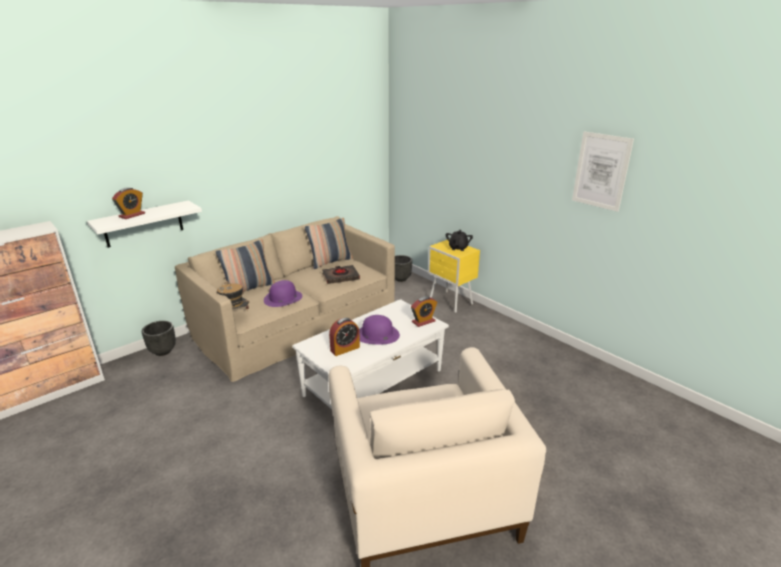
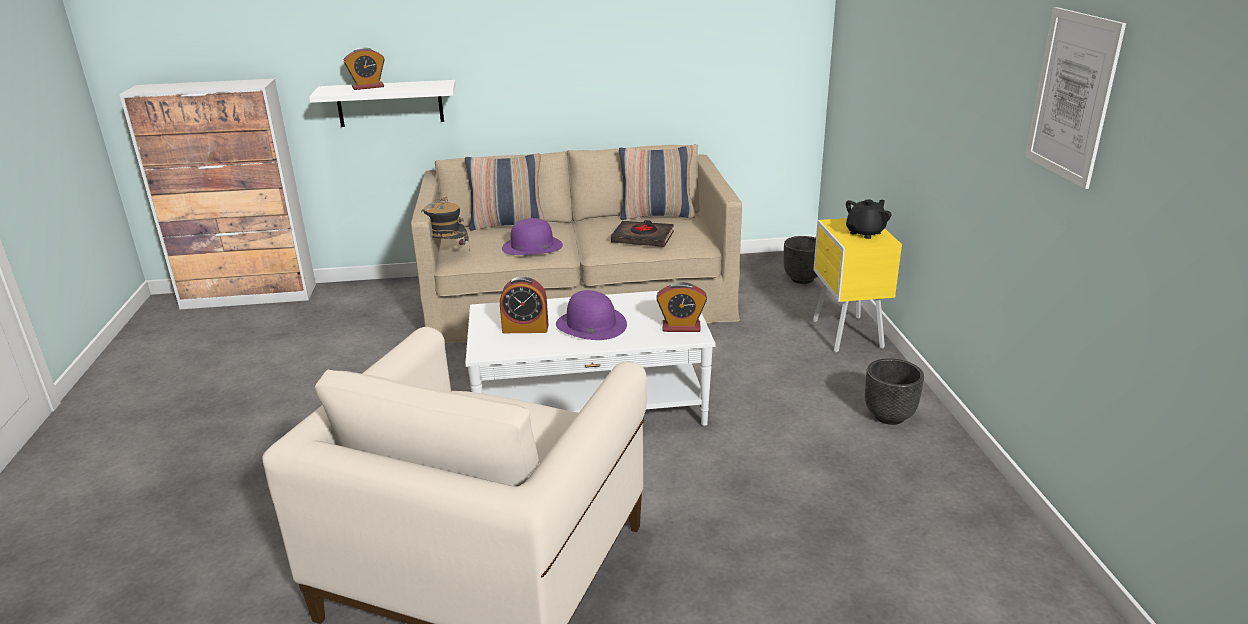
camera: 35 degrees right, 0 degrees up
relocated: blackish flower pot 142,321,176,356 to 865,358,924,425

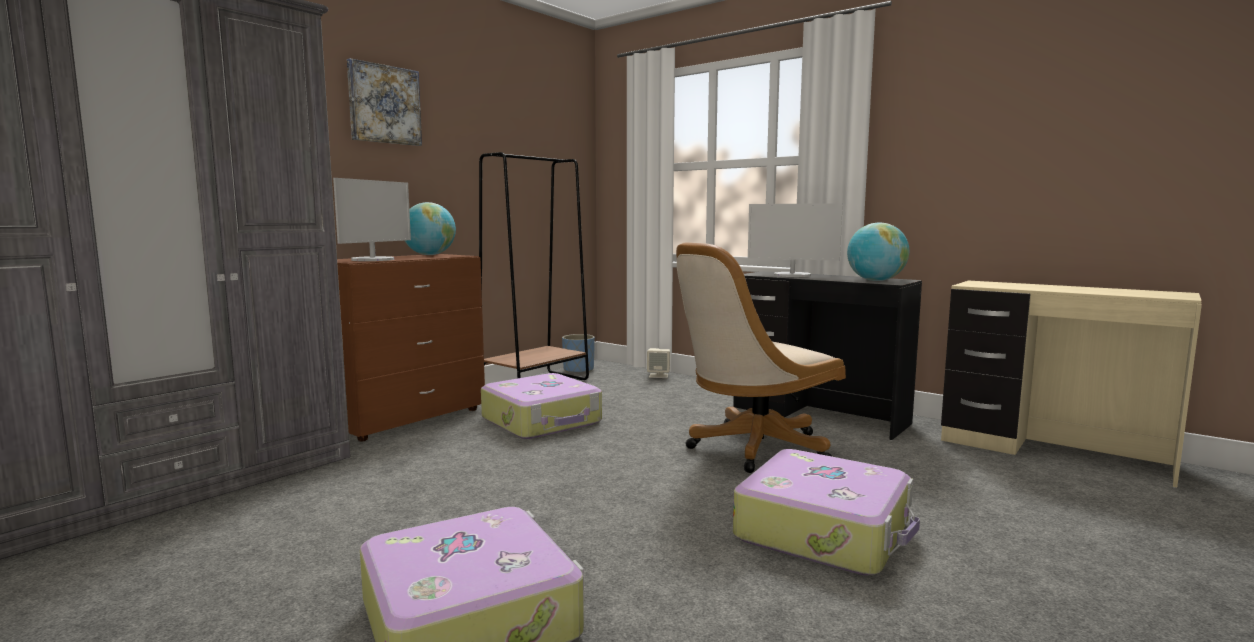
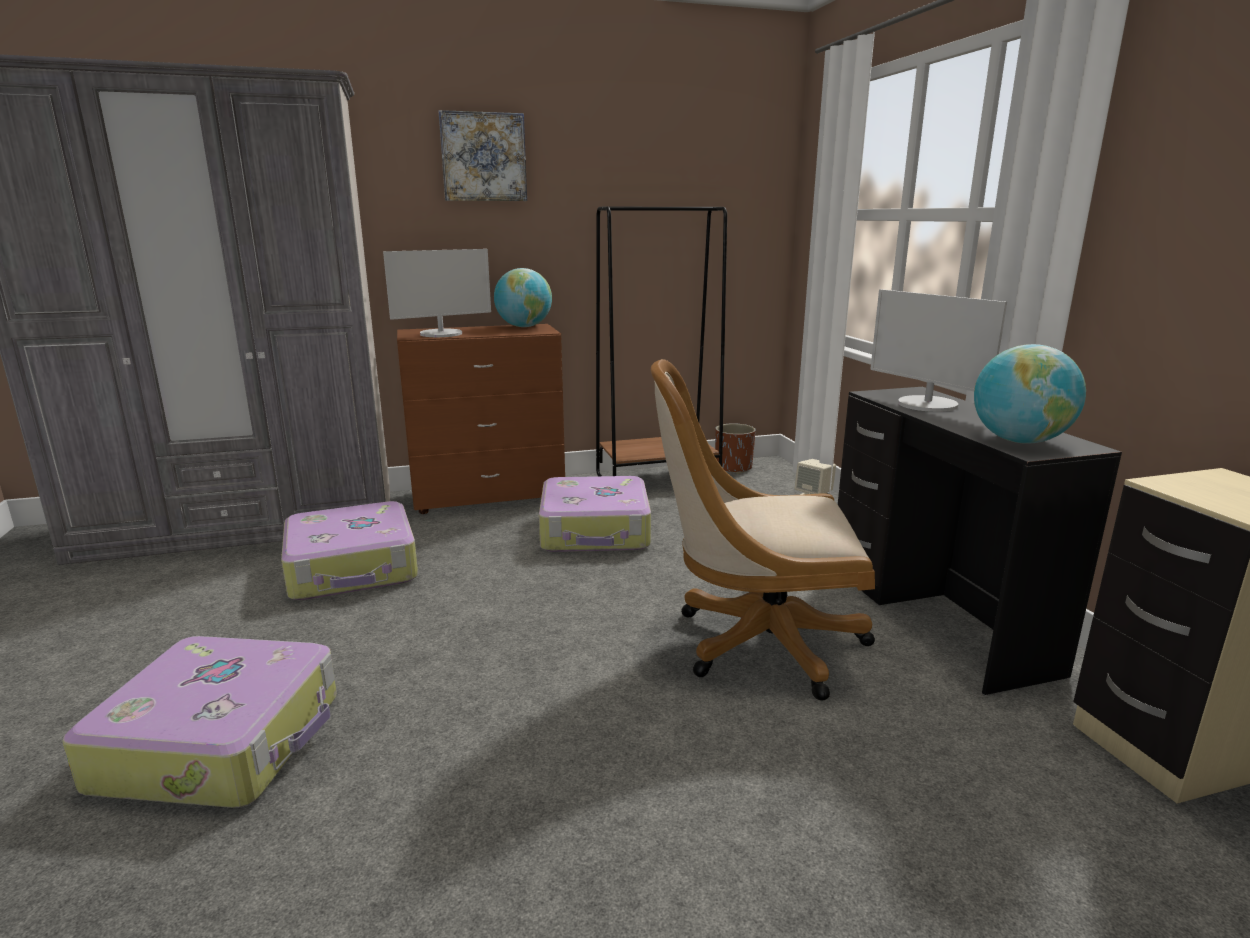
camera: 35 degrees right, 10 degrees up
relocated: piece of luggage 733,449,920,575 to 281,501,418,600
colour: blue flower pot 562,334,595,373 to brownish flower pot 715,423,756,474

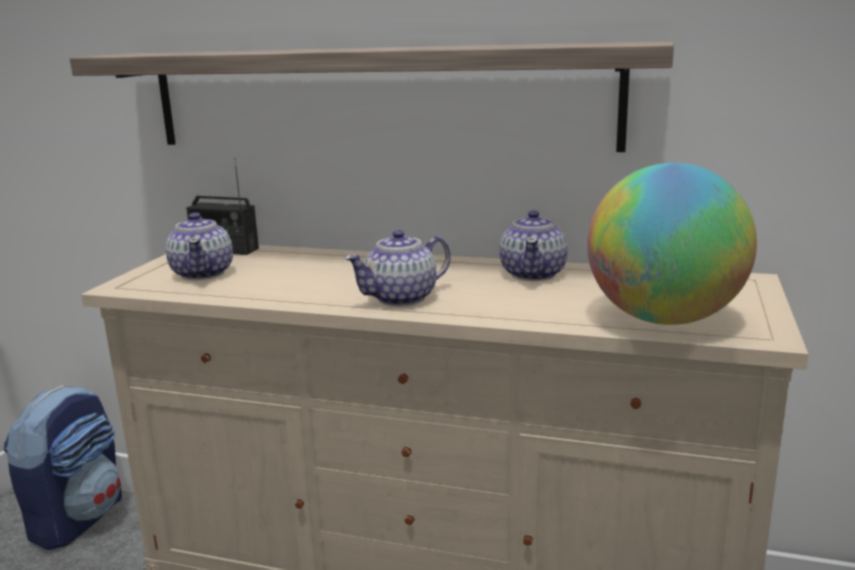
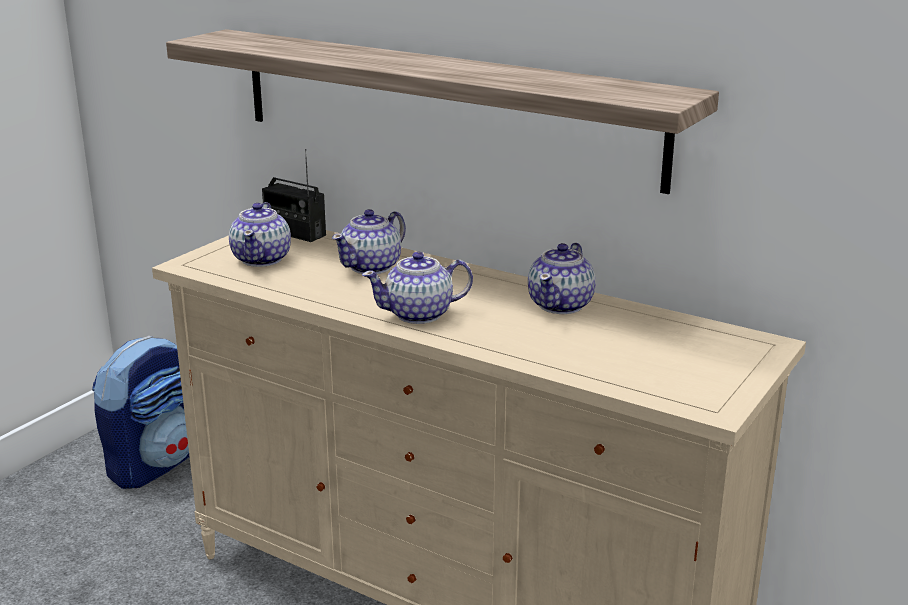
camera: 15 degrees right, 5 degrees up
missing: world globe 587,163,757,325
appeared: teapot 332,209,406,274

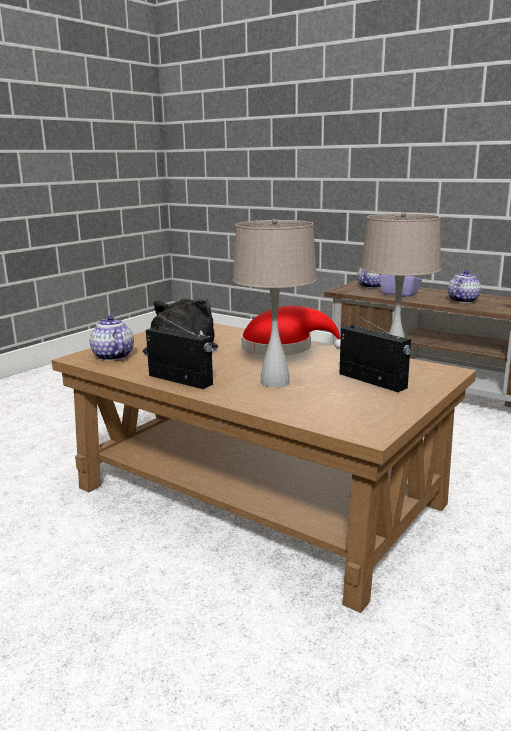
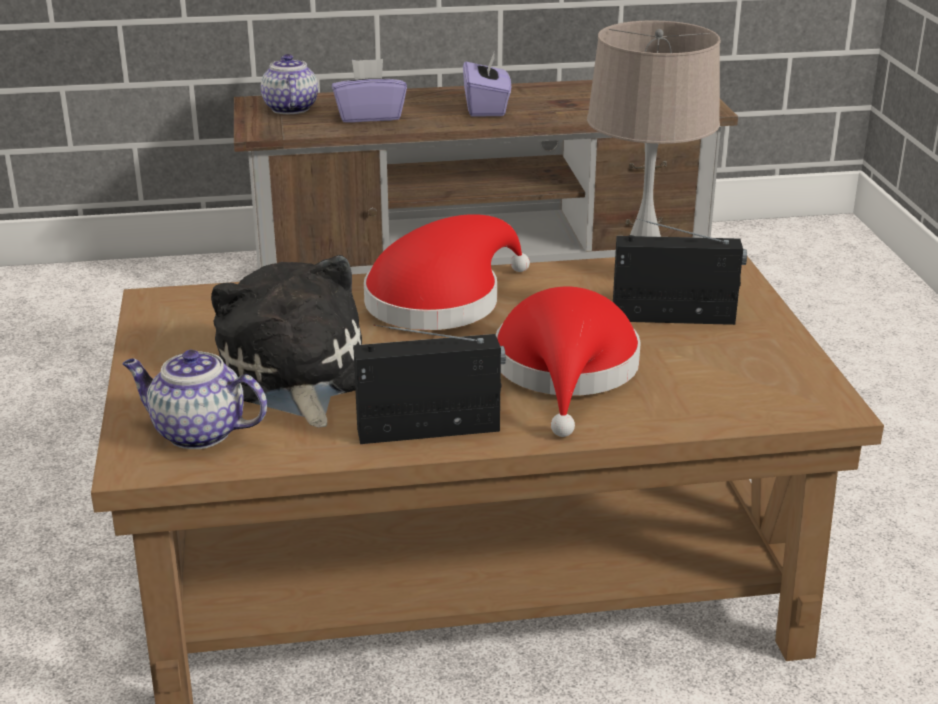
camera: 45 degrees left, 10 degrees up
exchanged: sand-coloured tabletop lamp 233,219,317,387 to red-coloured hat 496,286,641,437; teapot 448,270,481,303 to purple tissue box 463,53,511,117

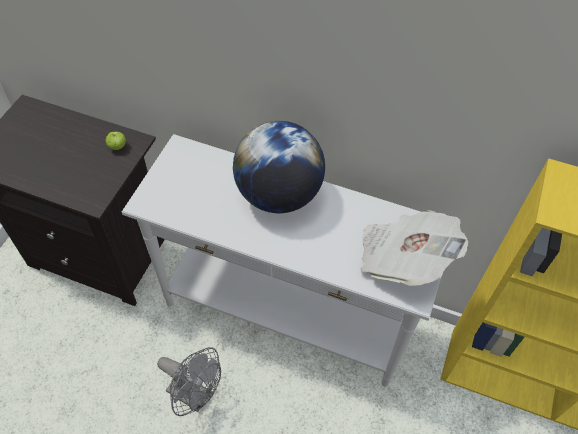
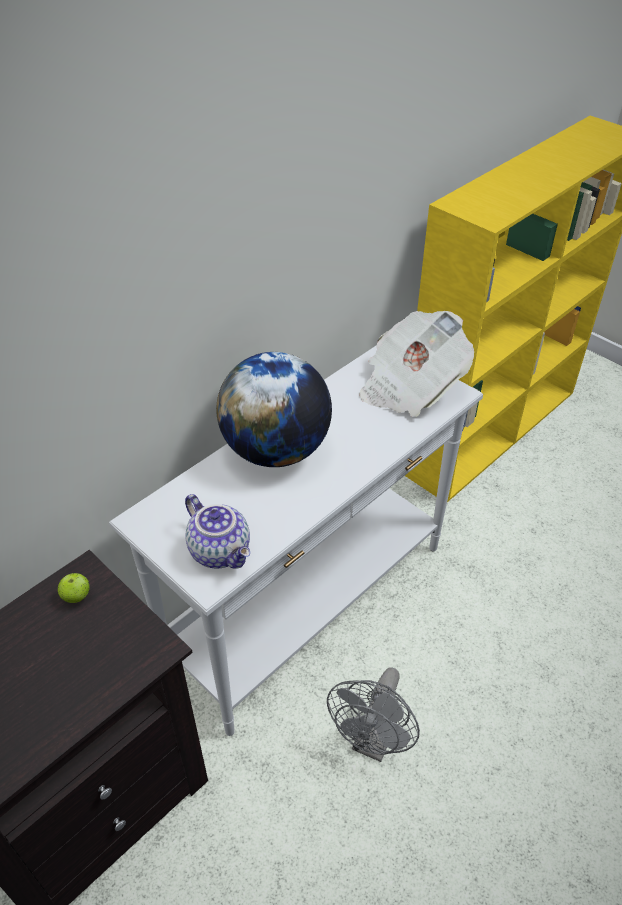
camera: 65 degrees left, 10 degrees down
appeared: teapot 185,494,250,568
spun: grey fan 157,347,221,416 = 327,667,420,762 150 degrees clockwise

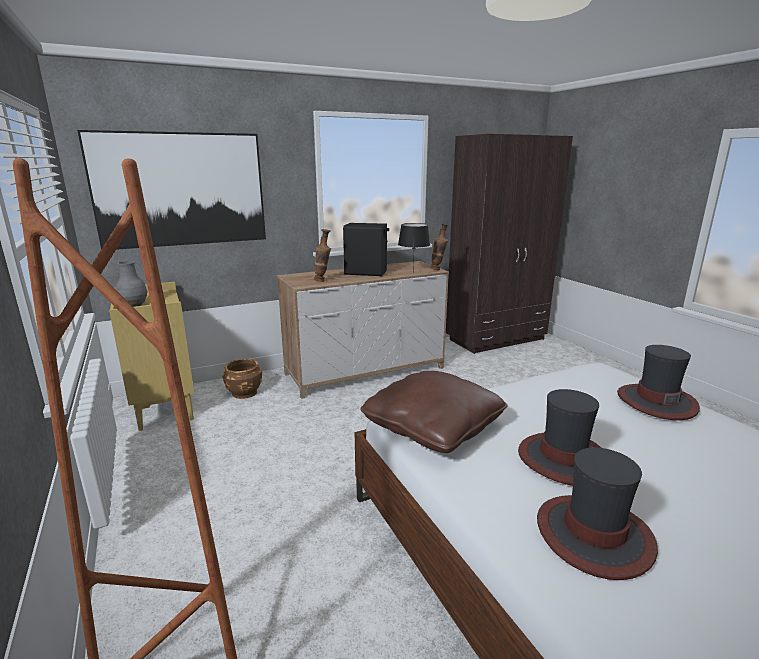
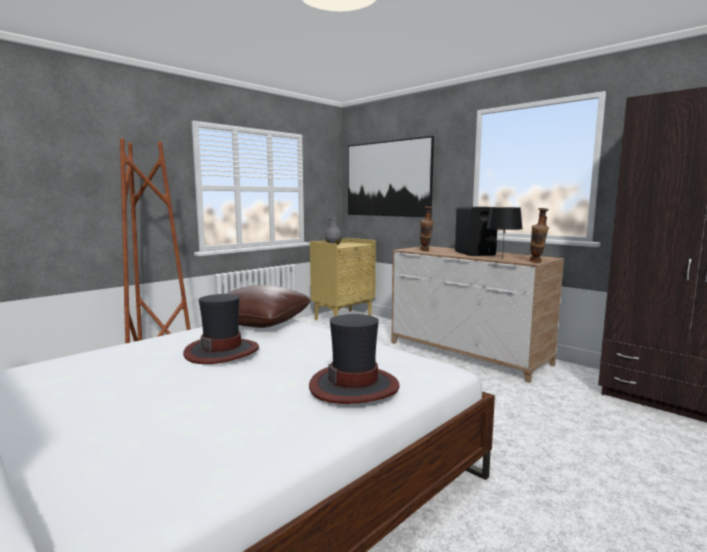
camera: 70 degrees right, 10 degrees down
missing: brownish flower pot 223,359,262,399; hat 537,447,658,580

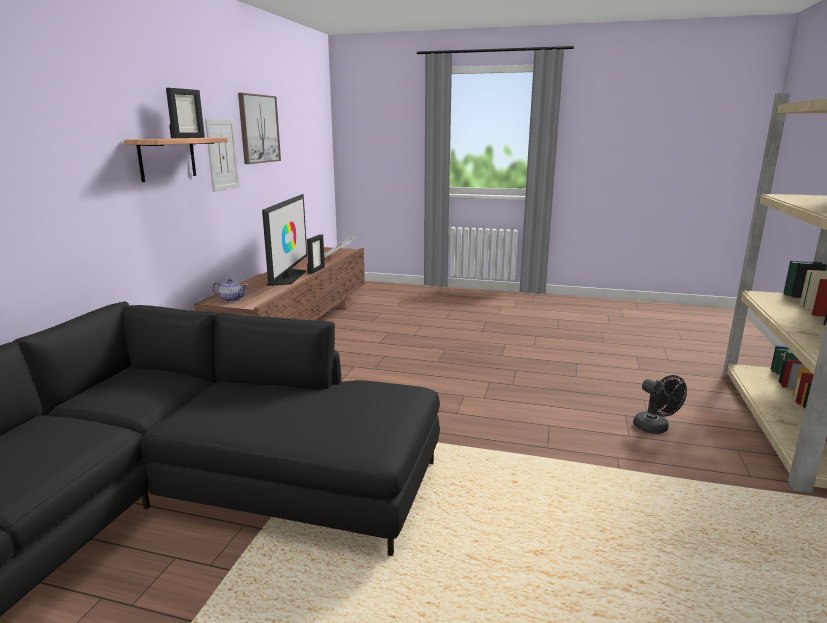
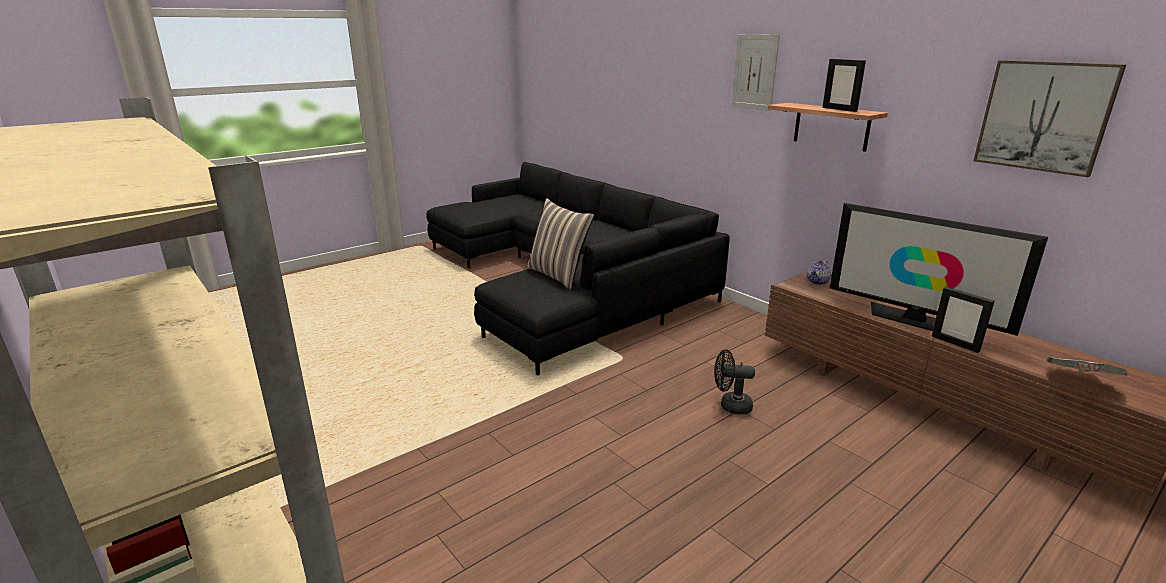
camera: 125 degrees right, 5 degrees up
appeared: pillow 527,198,594,290
relocated: wall art 205,119,240,192 to 731,34,780,111; blackish fan 633,375,687,434 to 714,349,755,415

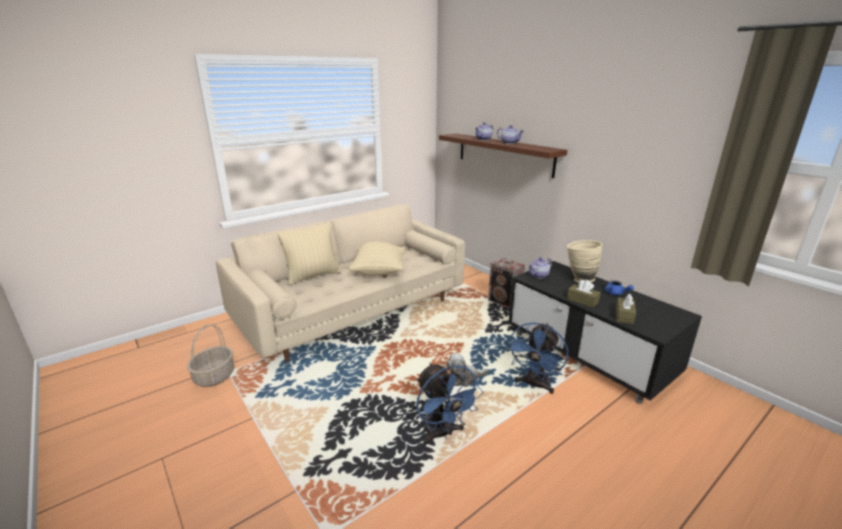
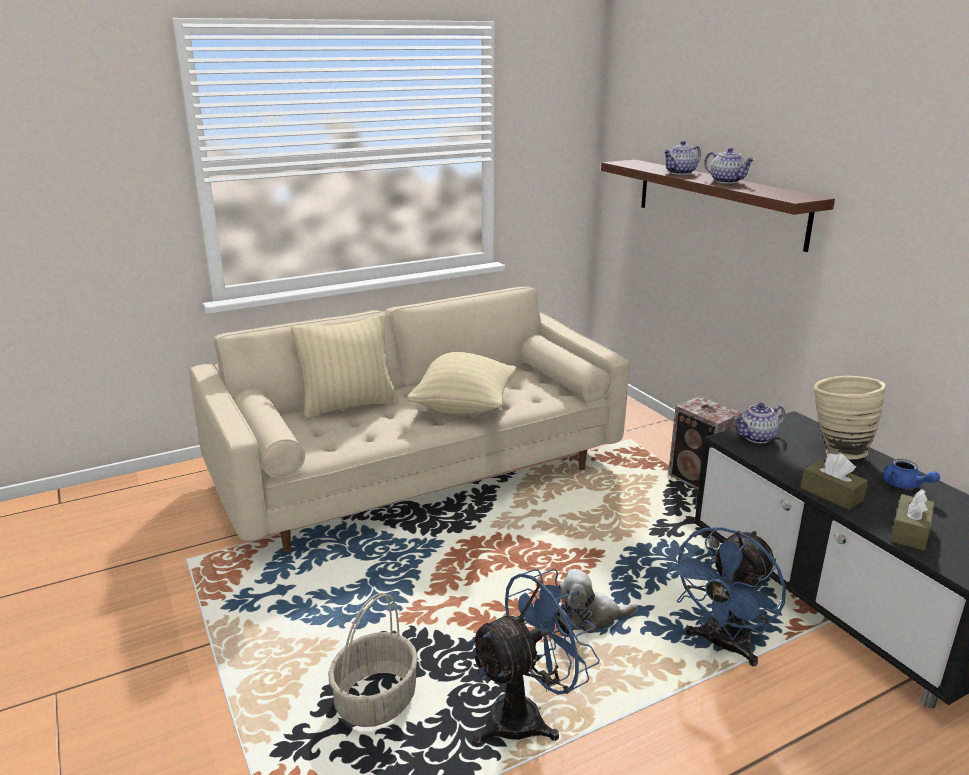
camera: 10 degrees right, 0 degrees up
relocated: household basket 187,325,234,387 to 328,593,418,727
spun: blue fan 416,363,483,445 = 469,569,600,743 105 degrees counterclockwise

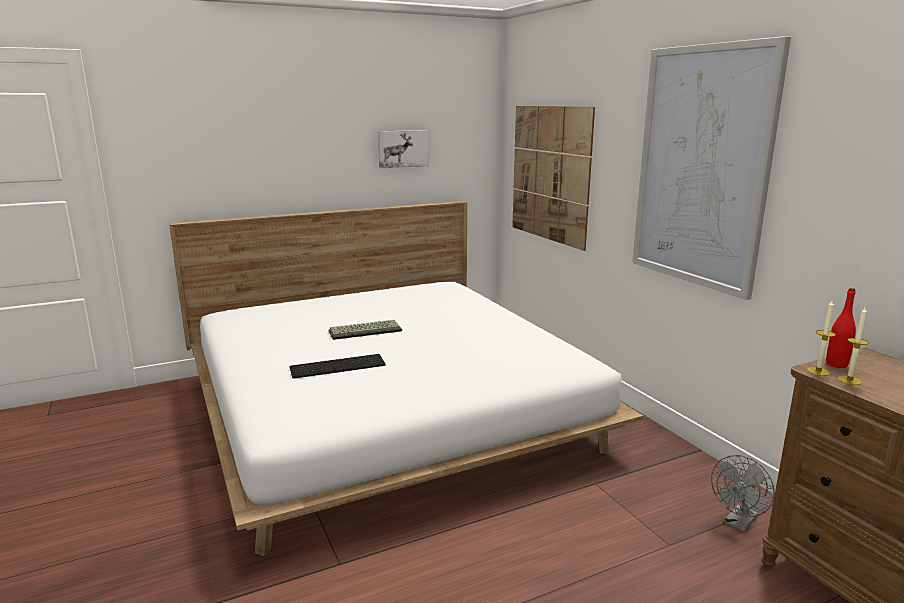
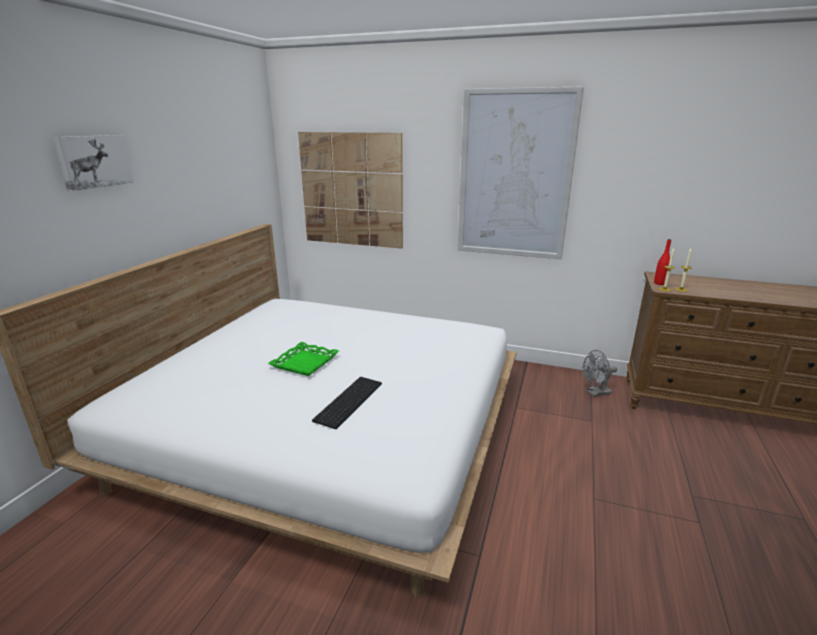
camera: 45 degrees left, 5 degrees up
relocated: wall art 378,130,429,168 to 53,135,134,191
exchanged: keyboard 328,320,402,340 to green-coloured serving tray 268,342,339,376
spun: grey fan 711,455,775,532 = 583,350,617,397 75 degrees clockwise

